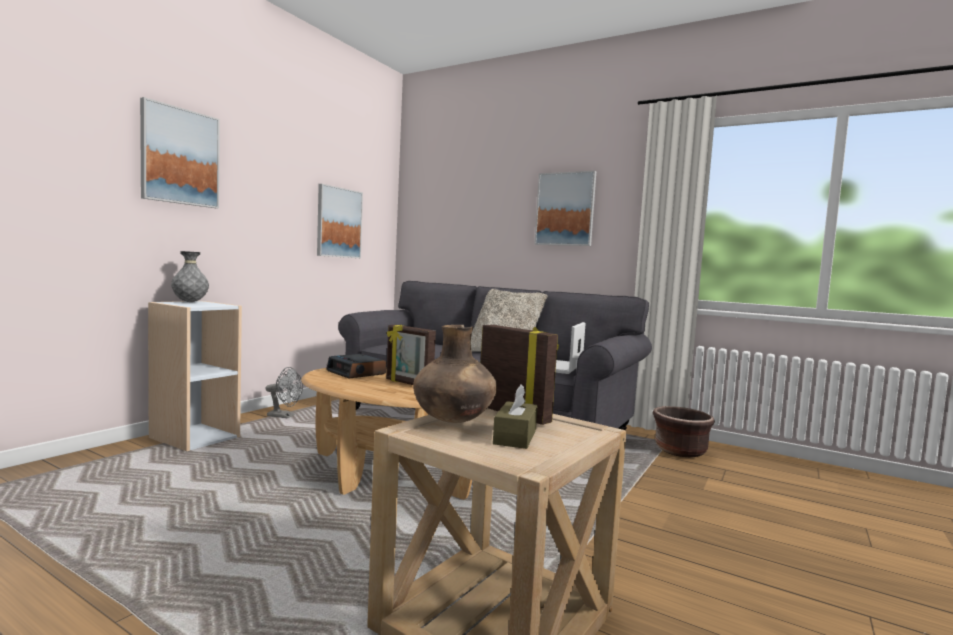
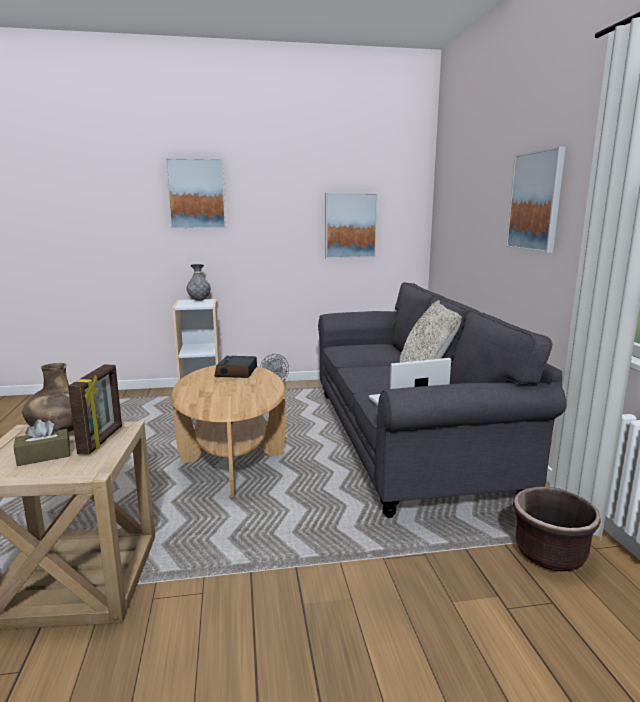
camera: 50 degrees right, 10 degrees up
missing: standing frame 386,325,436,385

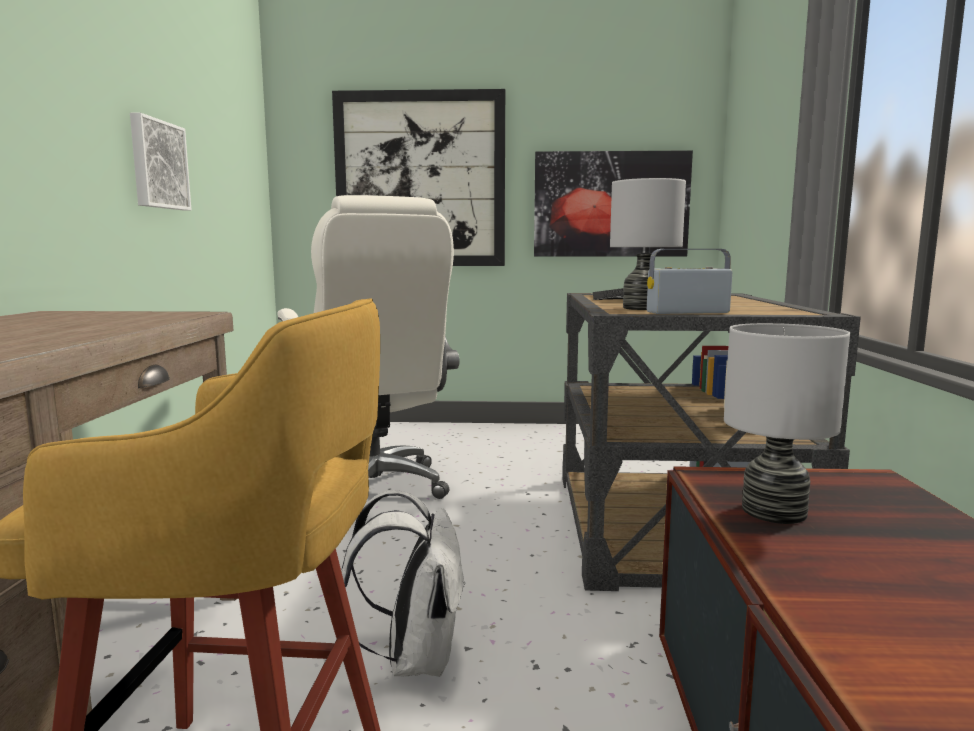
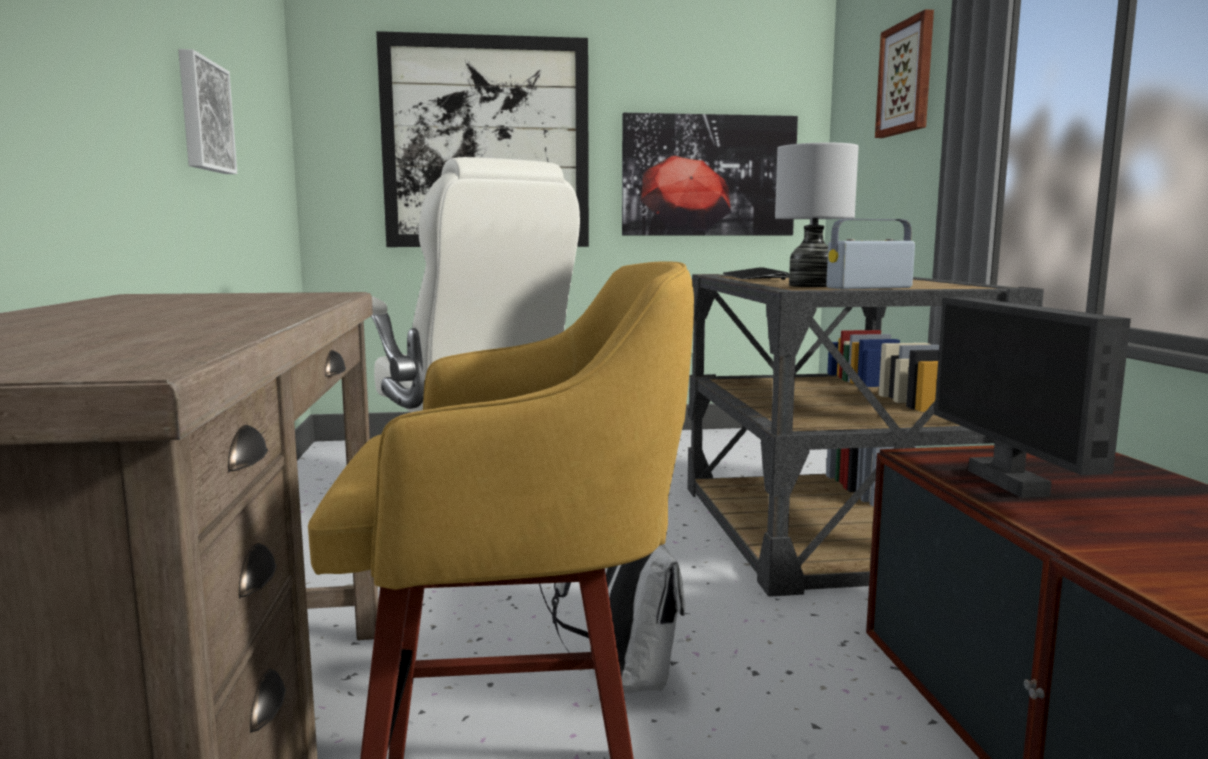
camera: 10 degrees left, 0 degrees up
appeared: wall art 875,9,934,138
exchanged: grey tabletop lamp 724,323,850,524 to computer screen 934,297,1131,498

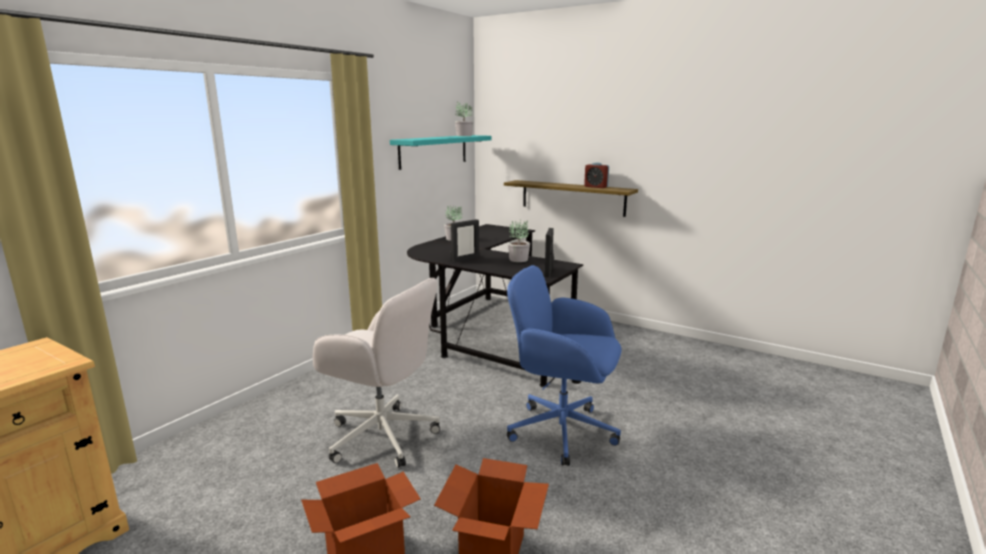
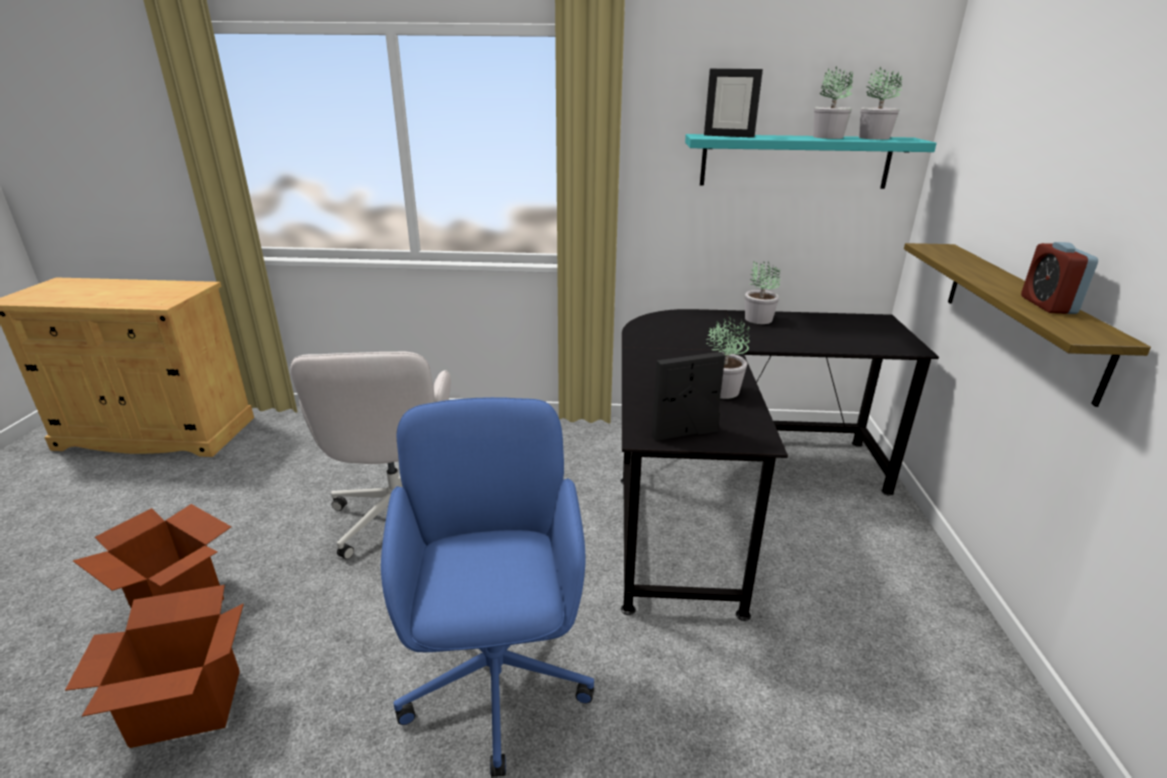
camera: 60 degrees right, 10 degrees up
appeared: potted plant 813,66,853,139
relocated: standing frame 451,219,479,262 to 704,69,763,138

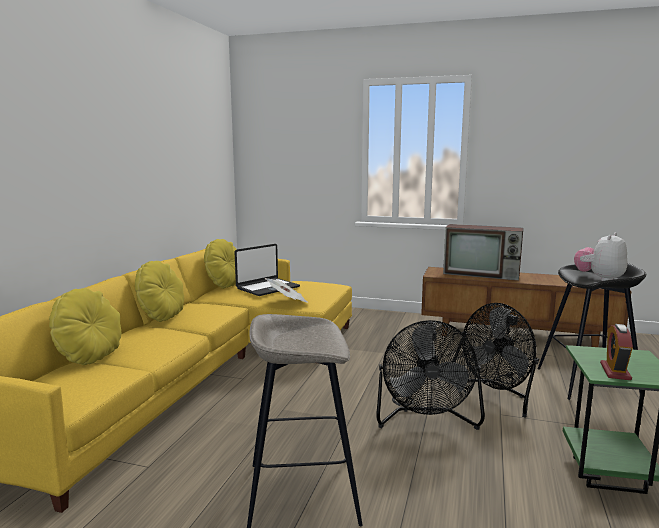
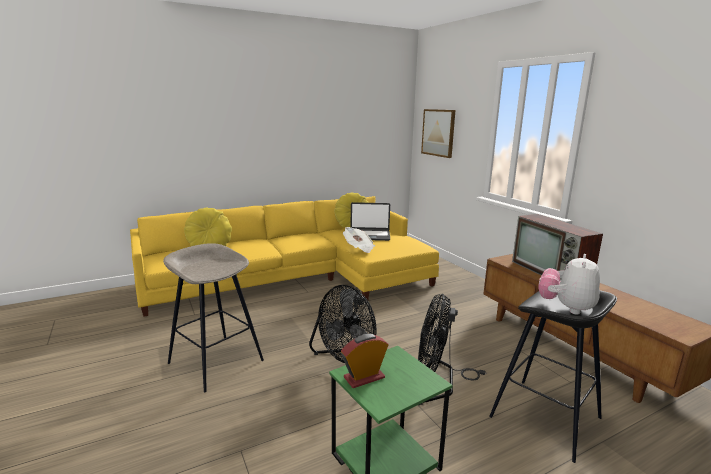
camera: 45 degrees right, 5 degrees up
missing: yellow-coloured pillow 135,261,184,322
appeared: wall art 421,109,455,158
spun: soft toy 574,233,627,281 = 538,254,600,314 60 degrees counterclockwise

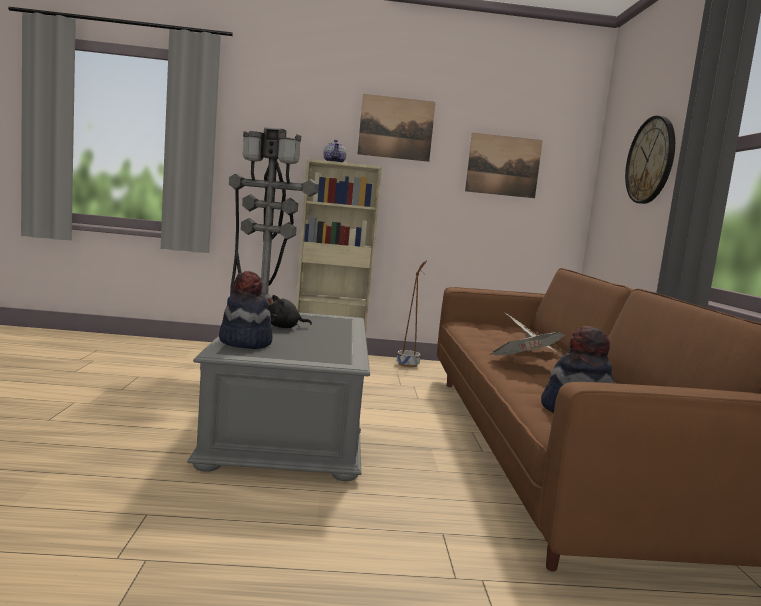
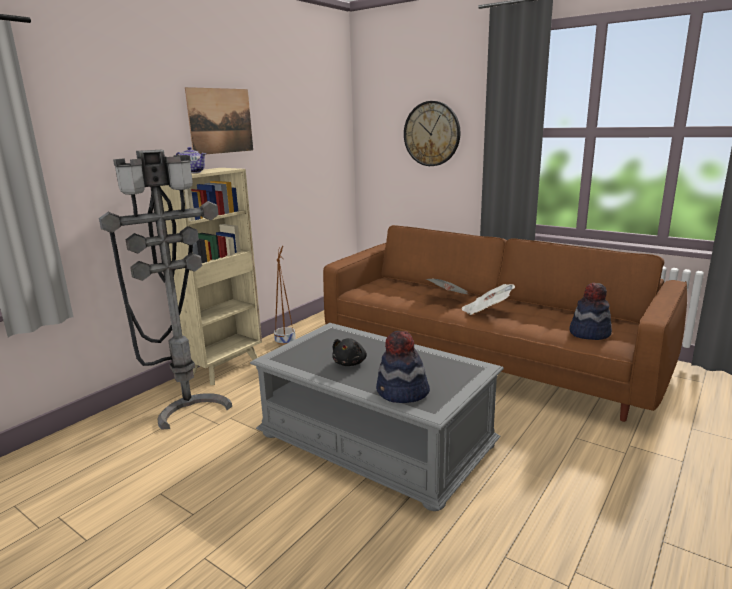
camera: 50 degrees left, 10 degrees up
missing: wall art 465,133,543,198

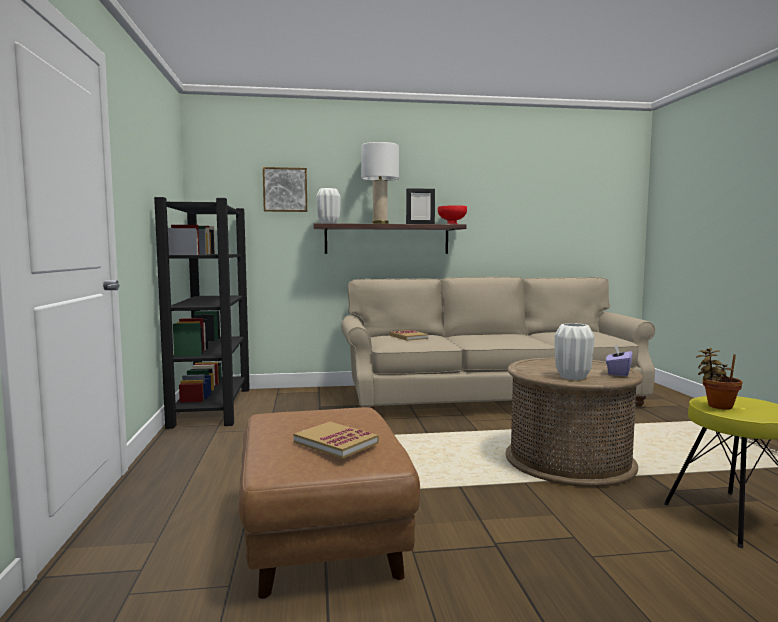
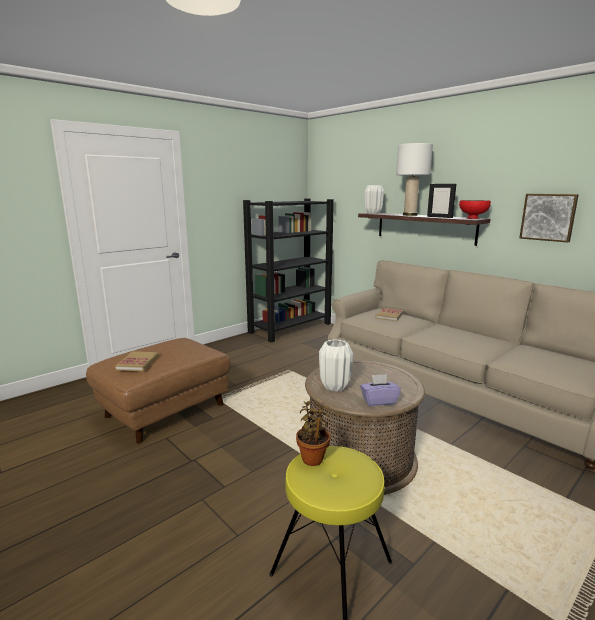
camera: 55 degrees right, 10 degrees up
relocated: wall art 263,167,307,212 to 519,194,579,243

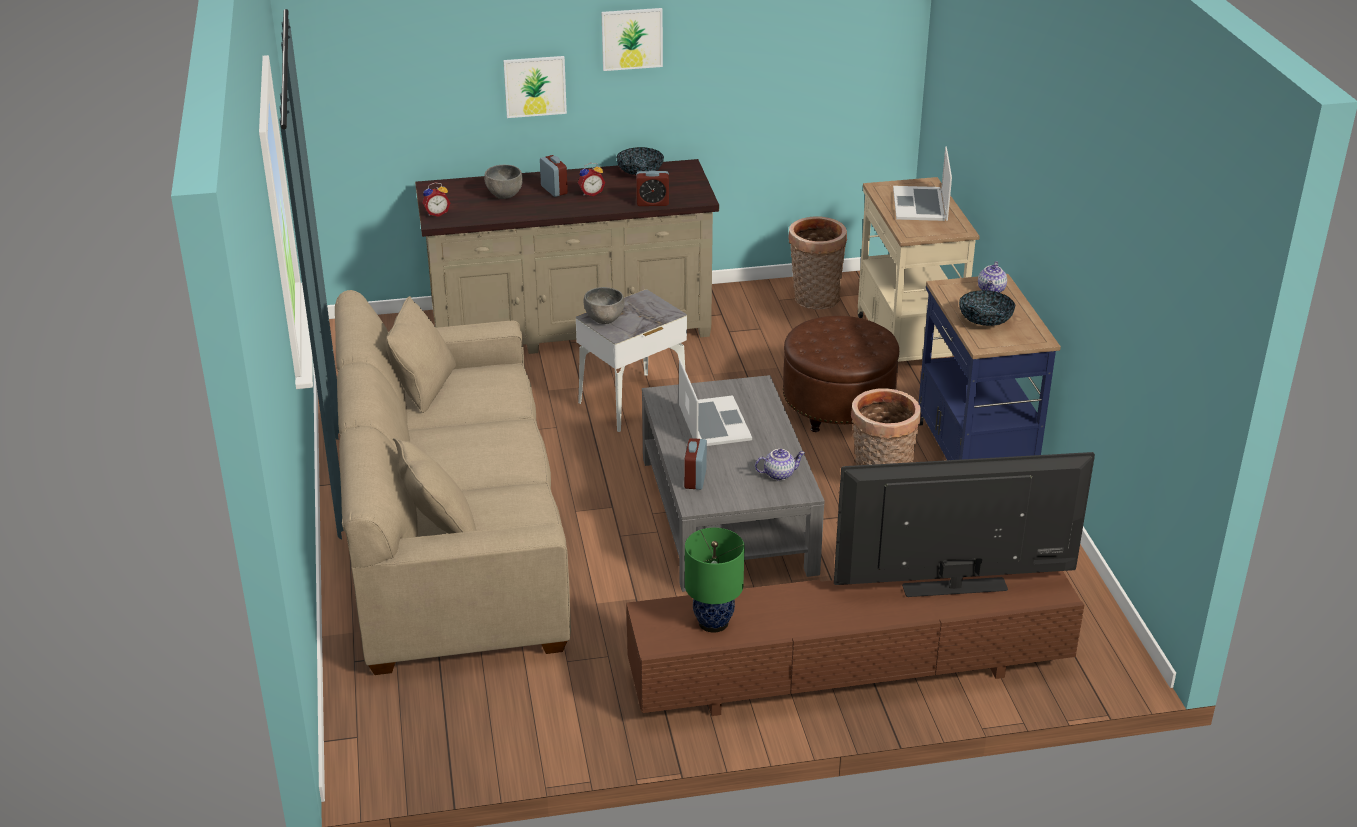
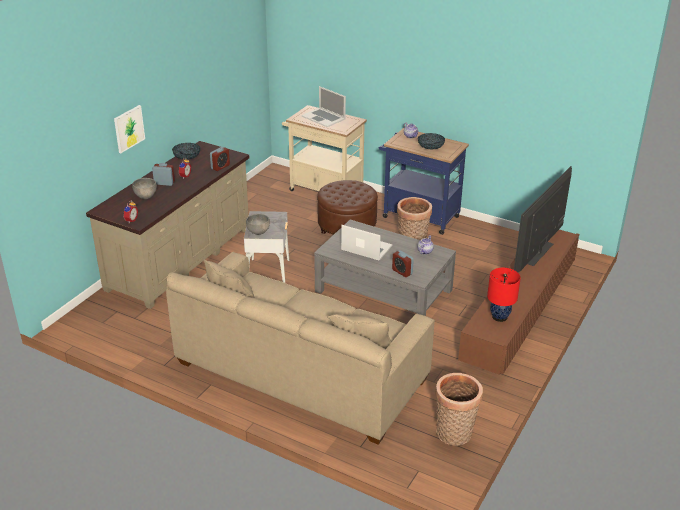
camera: 50 degrees left, 0 degrees up
missing: wall art 602,8,663,71
relocated: household basket 788,217,847,309 to 435,373,483,446
colour: green-coloured tabletop lamp 685,528,745,633 to red-coloured tabletop lamp 487,268,521,322

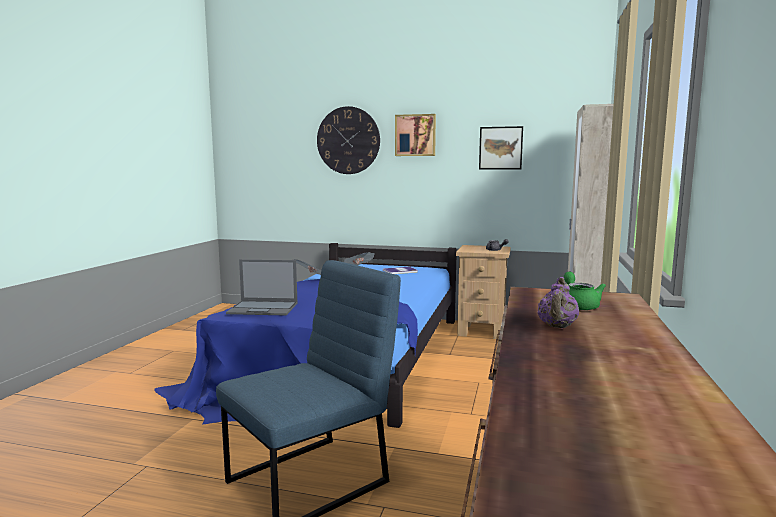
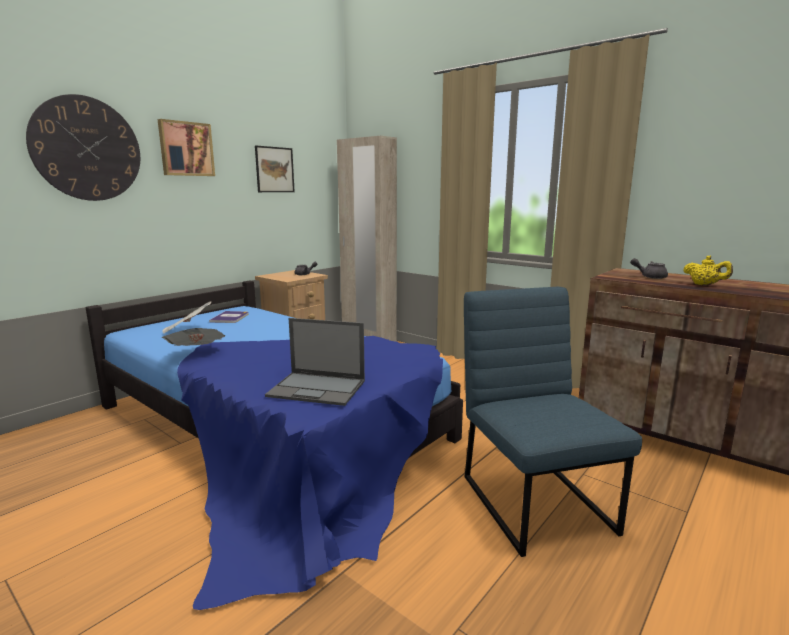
camera: 65 degrees left, 5 degrees up
colour: green-coloured teapot 564,272,606,310 to grey teapot 630,258,668,279; purple teapot 538,277,579,328 to yellow-coloured teapot 684,256,733,285
spun: laptop 226,259,298,315 = 265,318,365,406 75 degrees clockwise

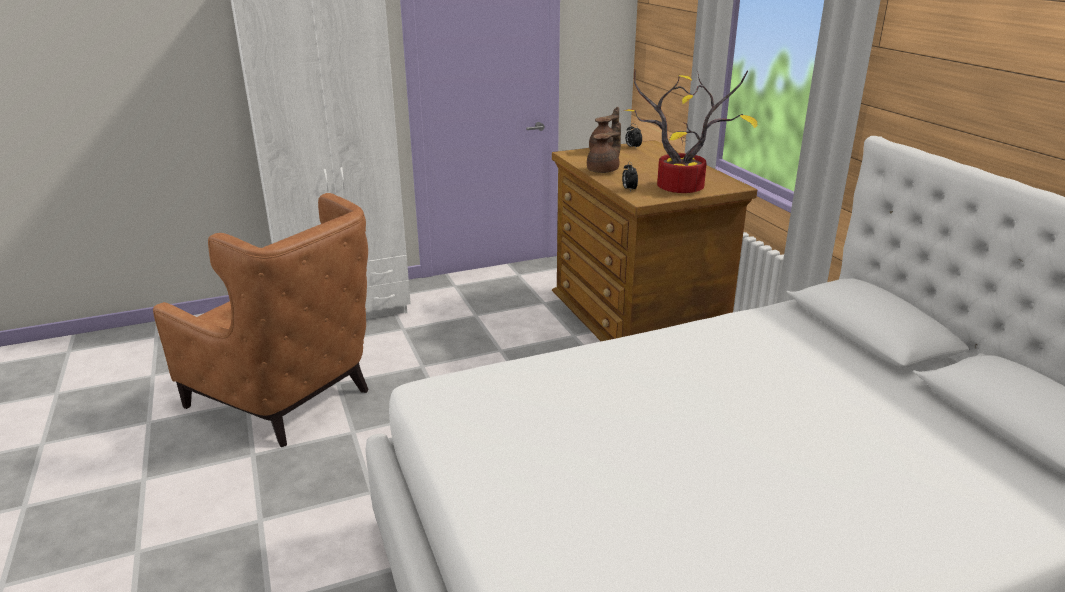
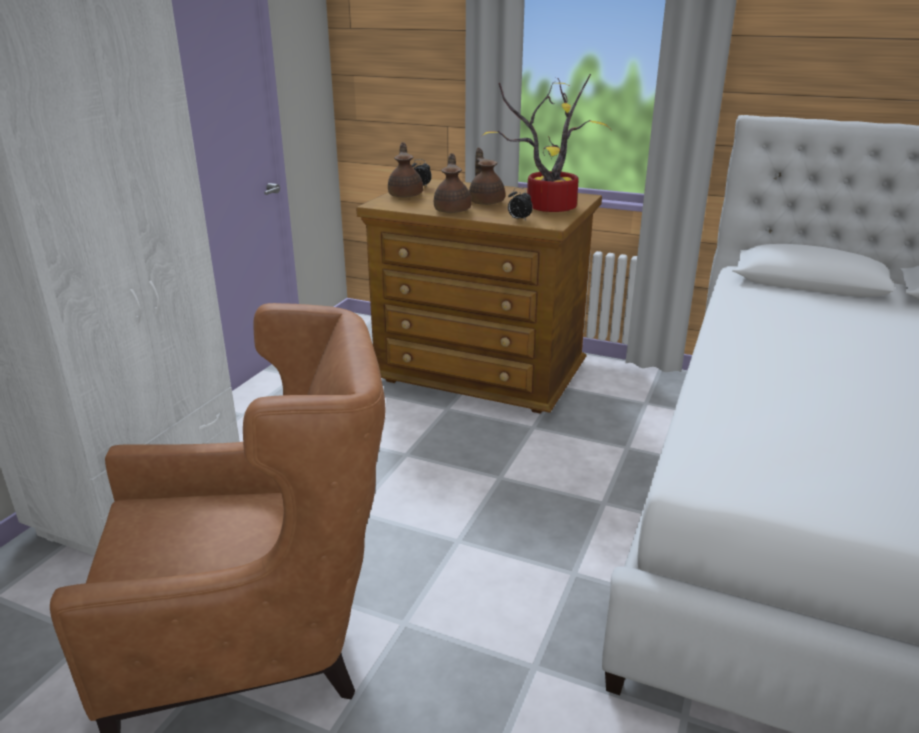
camera: 45 degrees left, 0 degrees up
appeared: brownish teapot 469,148,505,205

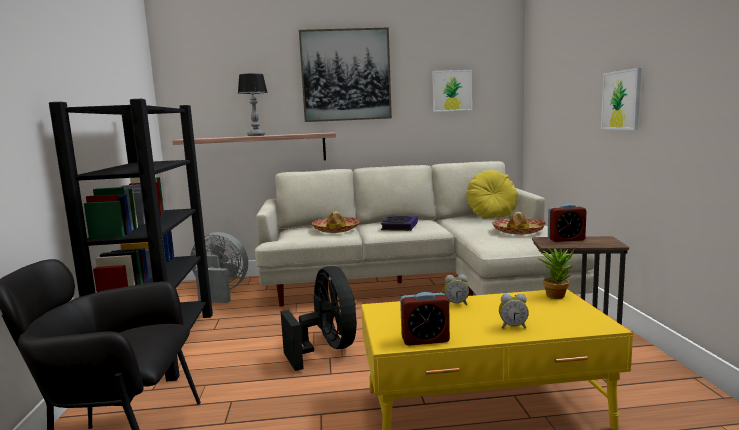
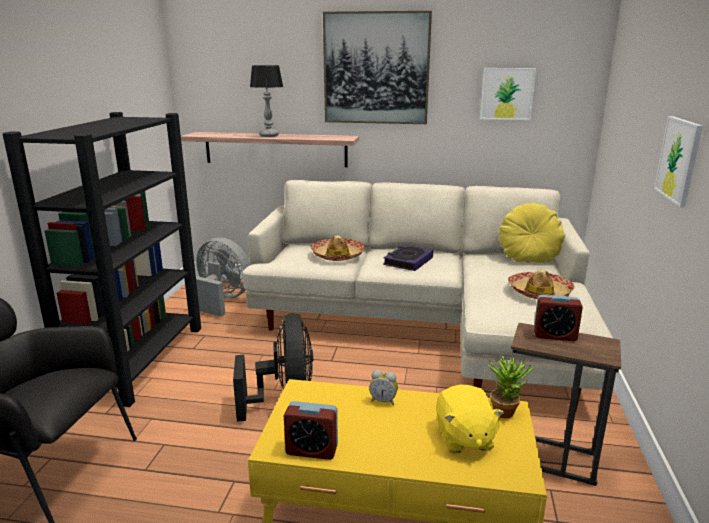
camera: 15 degrees right, 10 degrees up
missing: alarm clock 499,293,529,329
appeared: yellow-coloured soft toy 436,384,504,453

